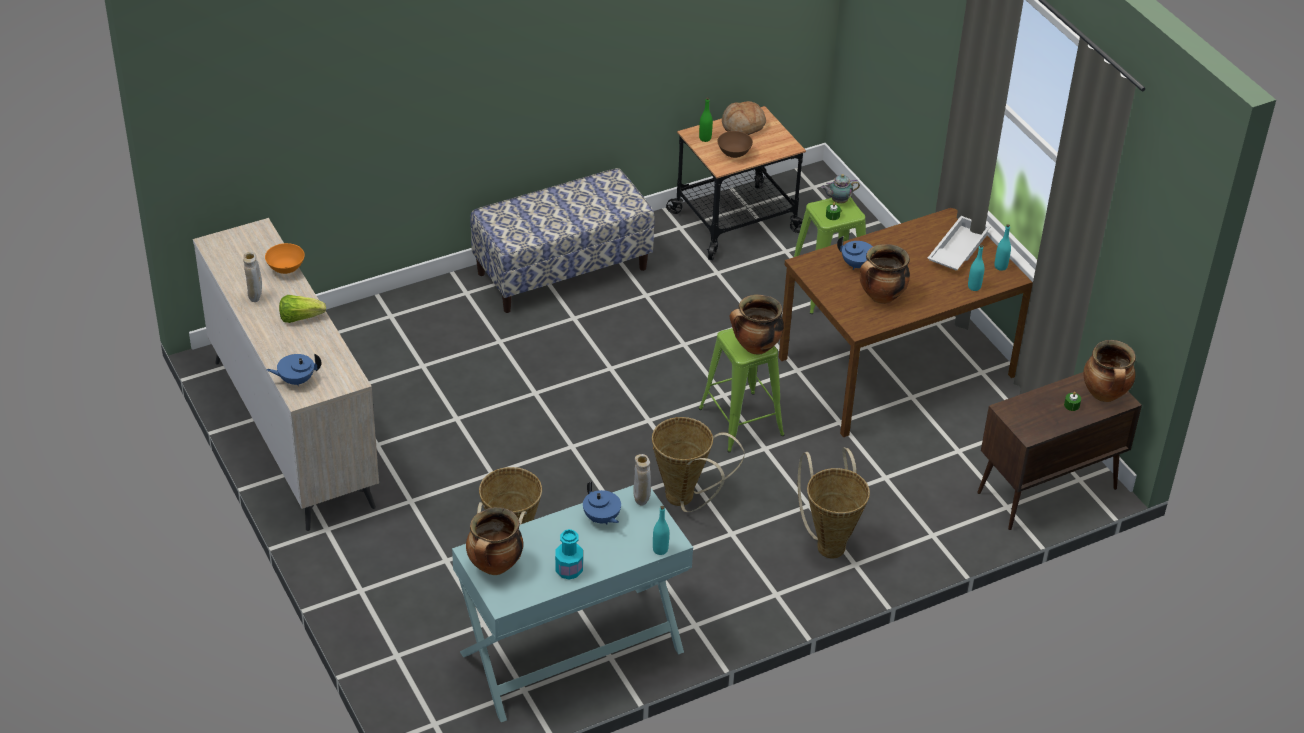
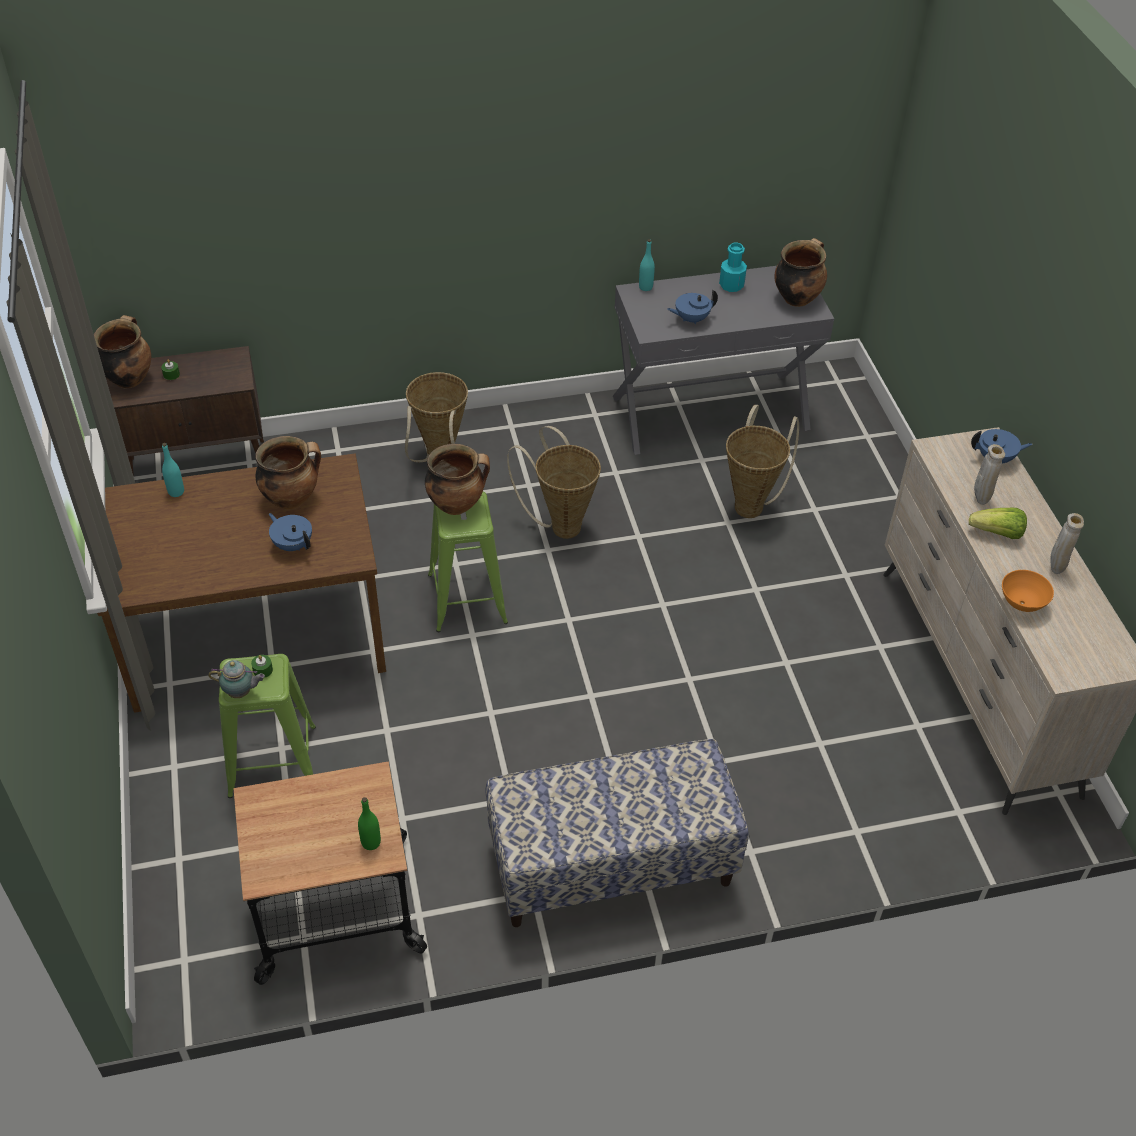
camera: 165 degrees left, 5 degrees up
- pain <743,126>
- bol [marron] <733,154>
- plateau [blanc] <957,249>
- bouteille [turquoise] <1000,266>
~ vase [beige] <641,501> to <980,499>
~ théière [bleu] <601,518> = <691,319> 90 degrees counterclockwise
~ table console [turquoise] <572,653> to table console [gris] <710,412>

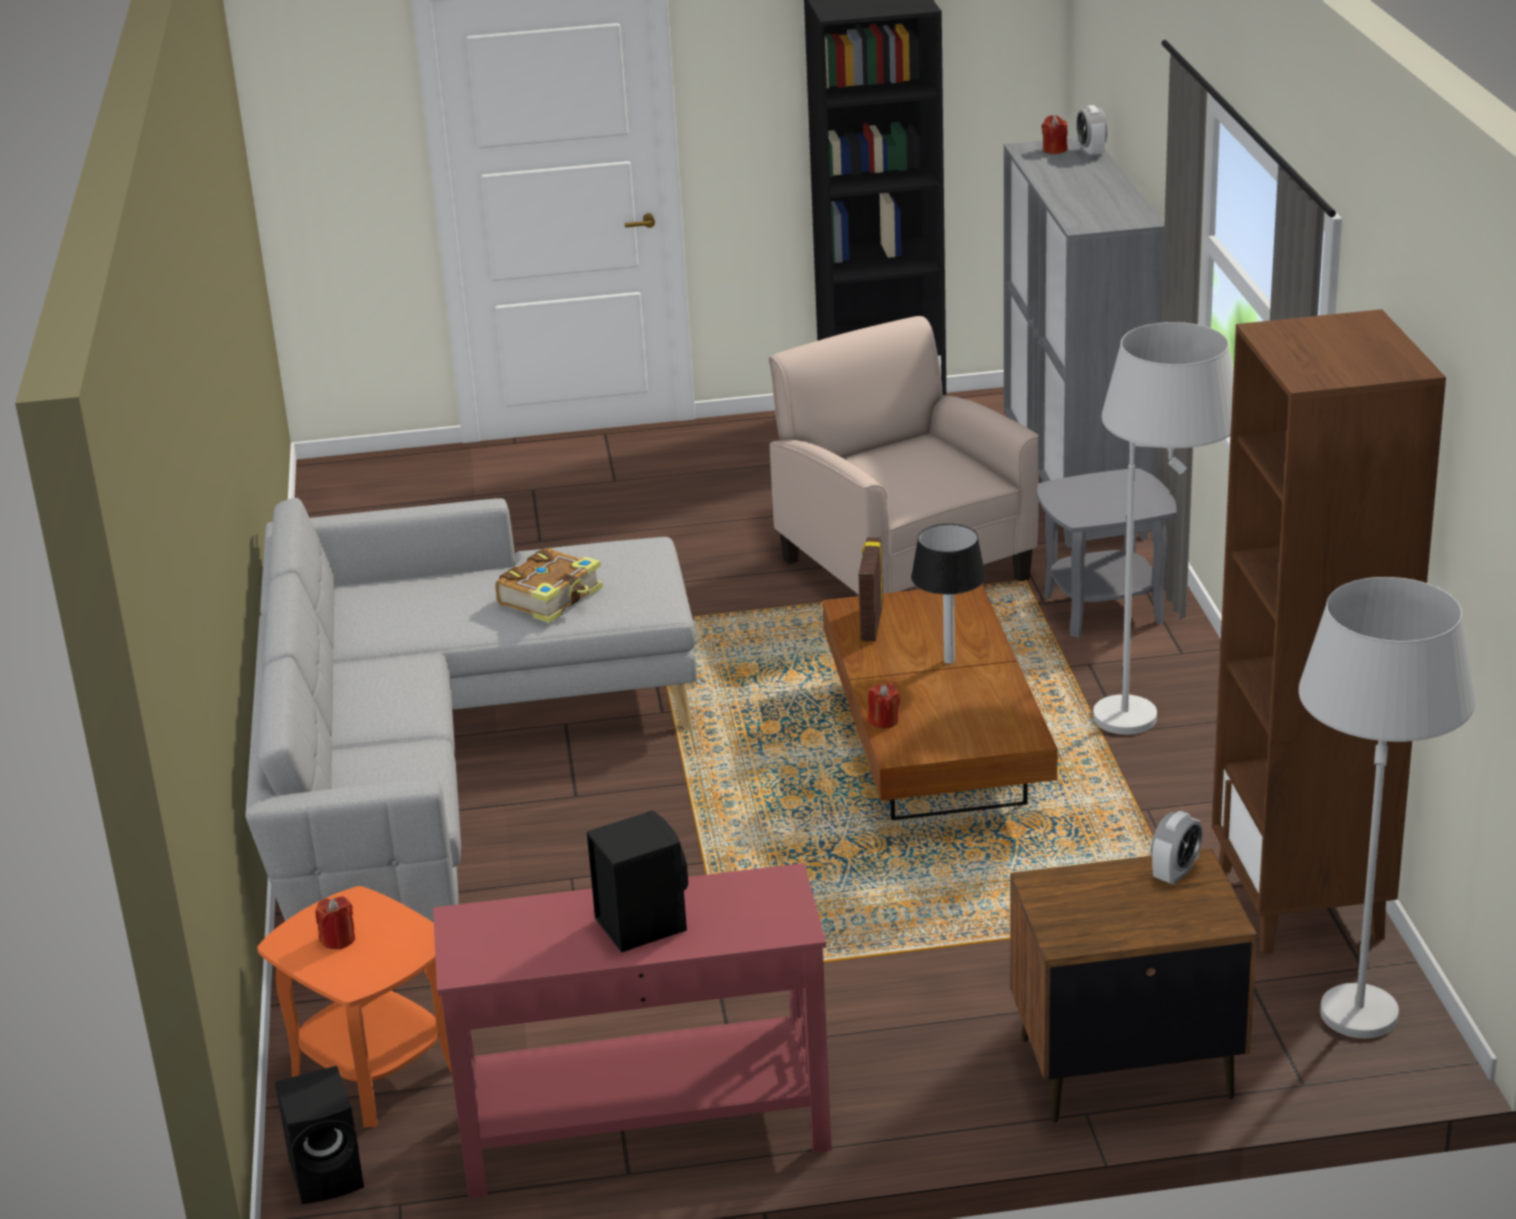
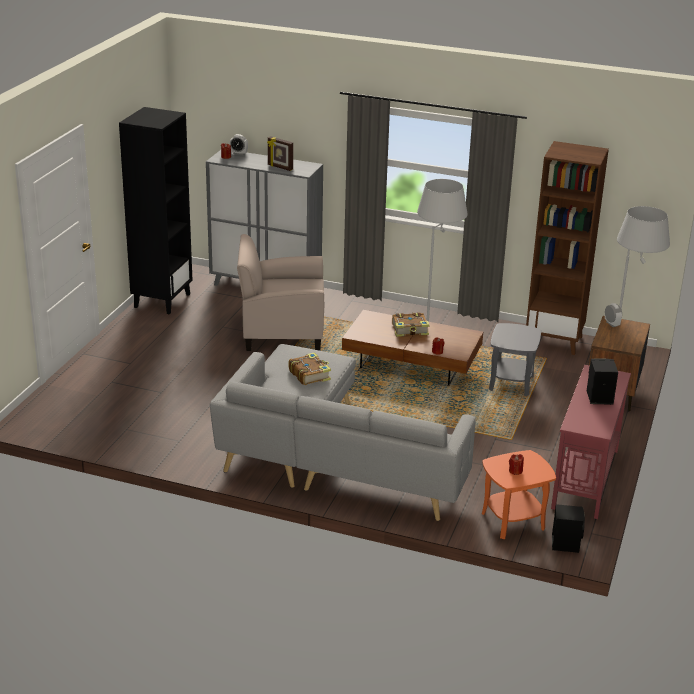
camera: 65 degrees left, 0 degrees up
~ table d'appoint [gris] <1103,609> to <511,383>
~ lampe de table <950,660> to livre <410,330>
~ cadre photo <871,623> to <280,167>

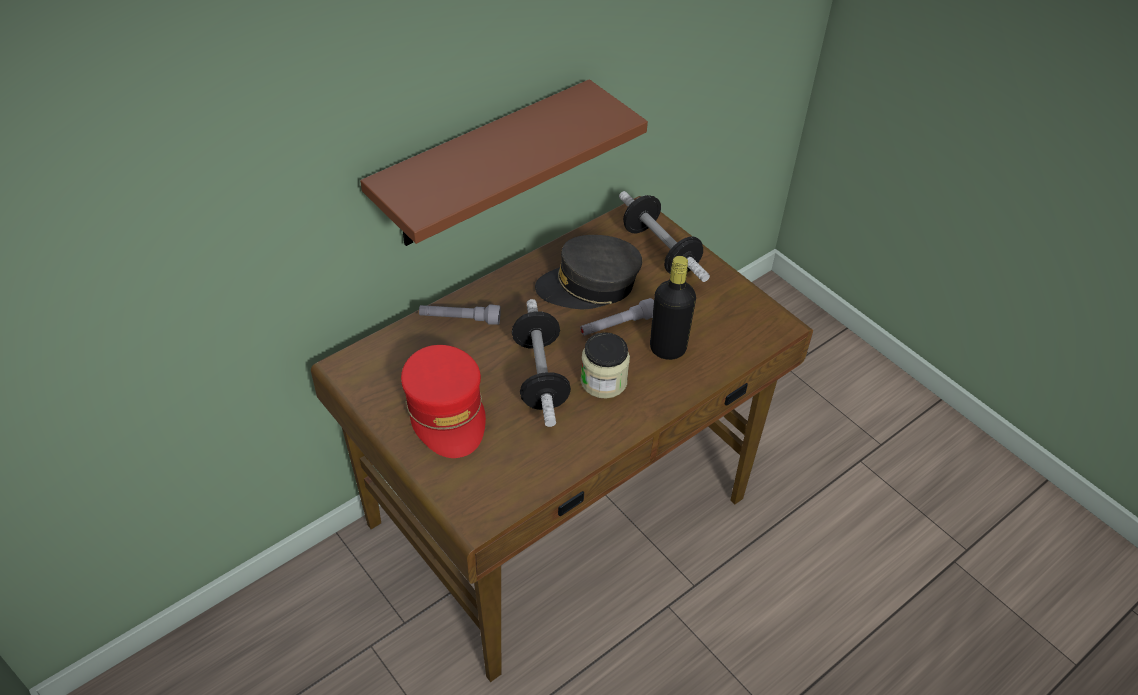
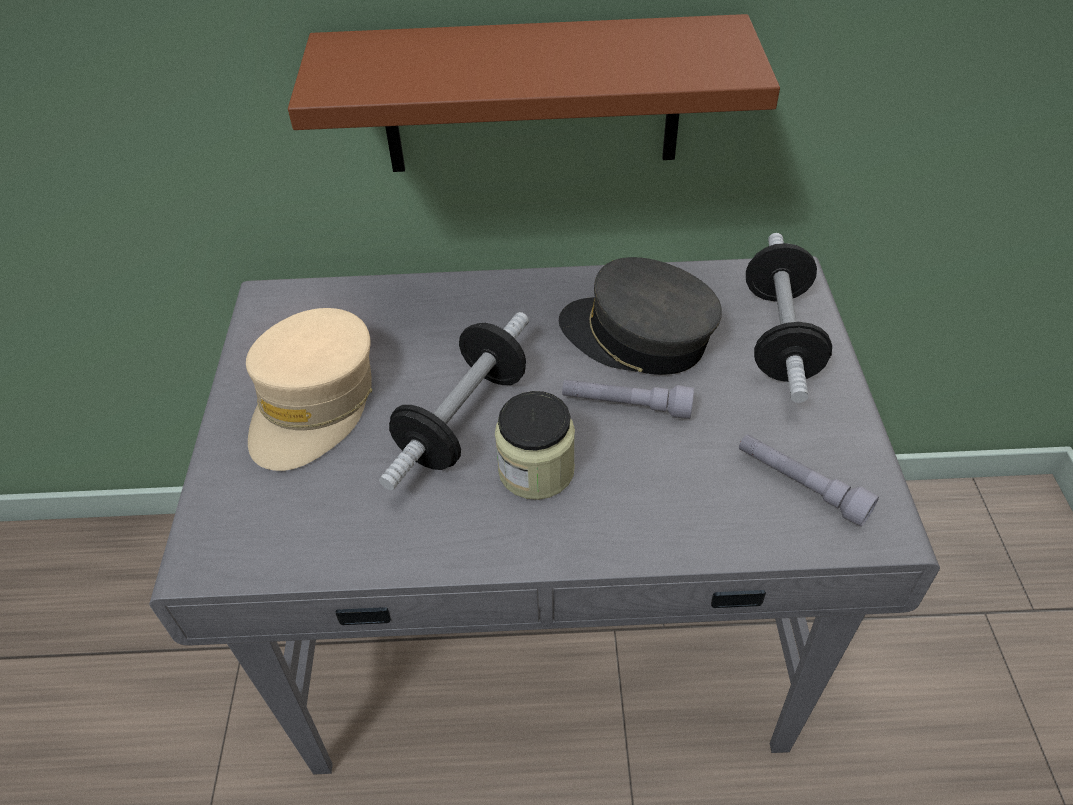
camera: 40 degrees right, 0 degrees up
~ bureau [marron] <562,513> to bureau [gris] <548,627>
- bouteille [noir] <667,349>
~ lampe de poche [gris] <460,319> to <800,486>
~ casquette [rouge] <446,411> to casquette [beige] <314,404>

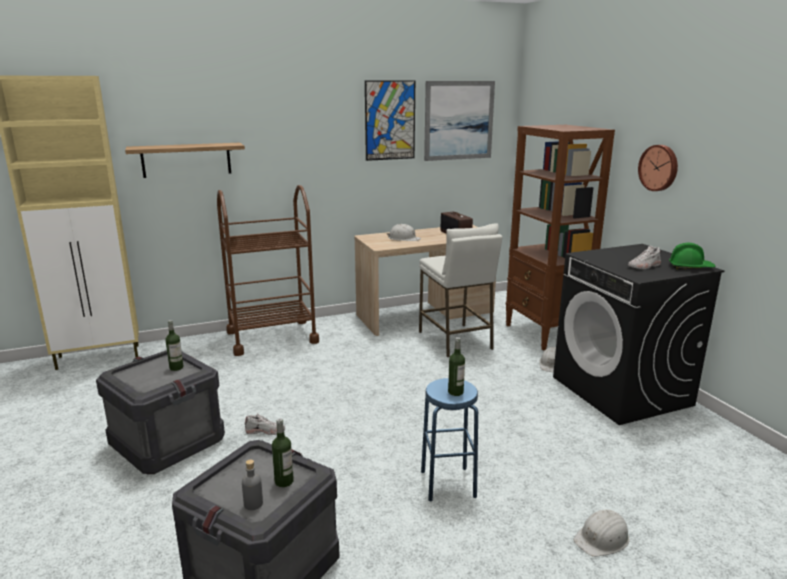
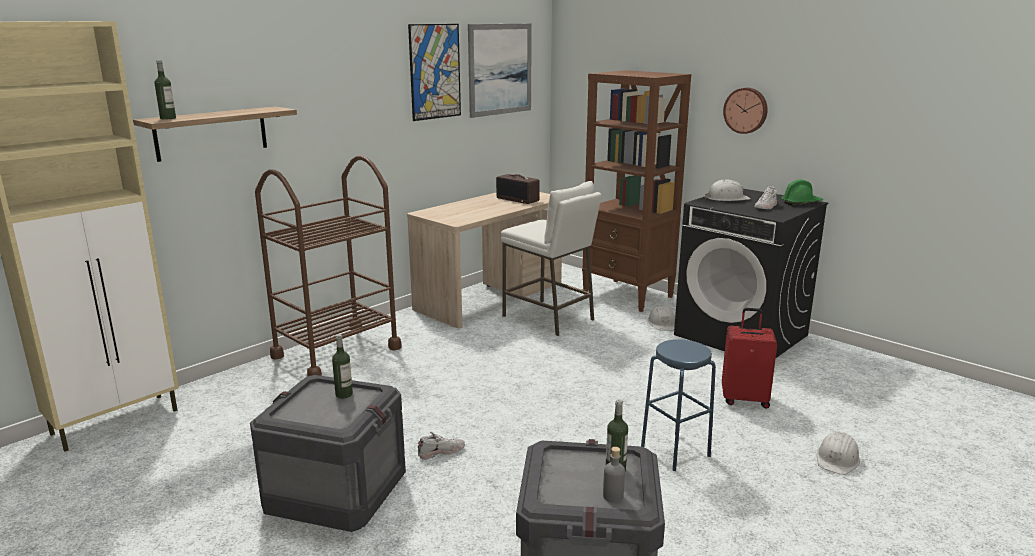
camera: 25 degrees left, 0 degrees up
~ casque de chantier [blanc] <403,239> to <726,198>
~ bouteille <455,392> to <168,118>
+ valise [rouge] <744,399>

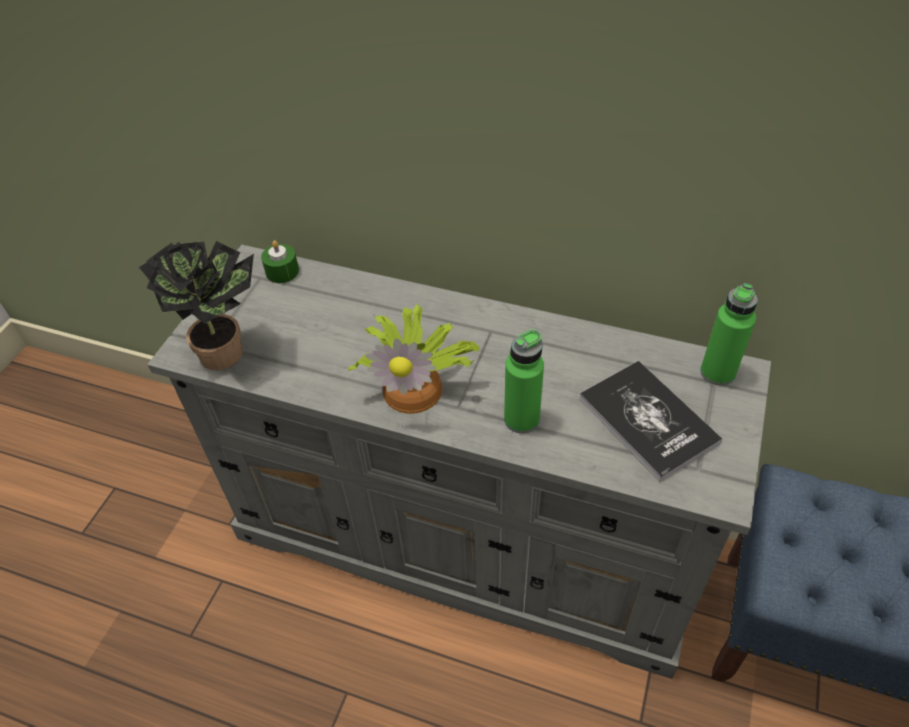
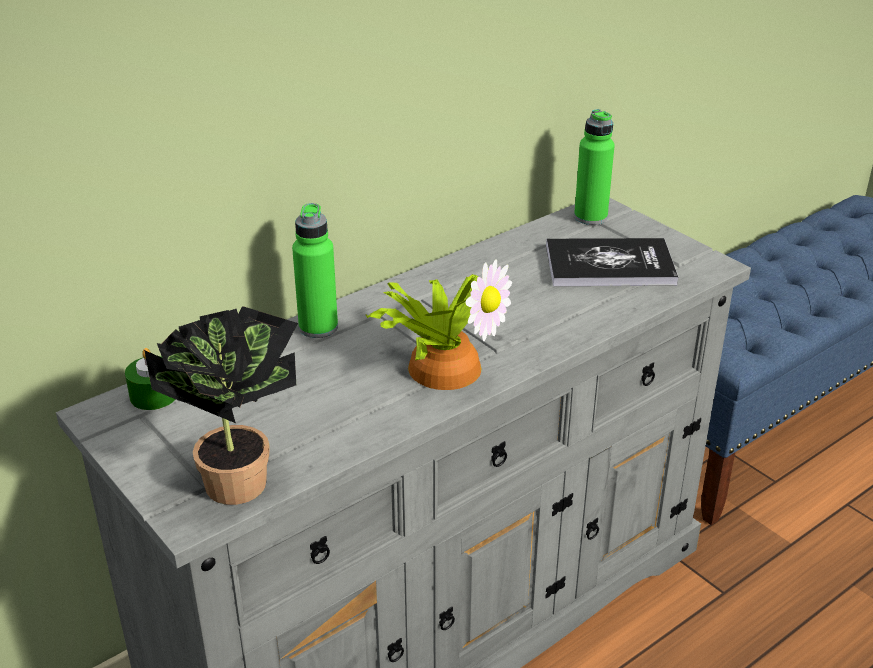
camera: 60 degrees left, 15 degrees down
~ bouteille [vert] <521,419> to <318,327>

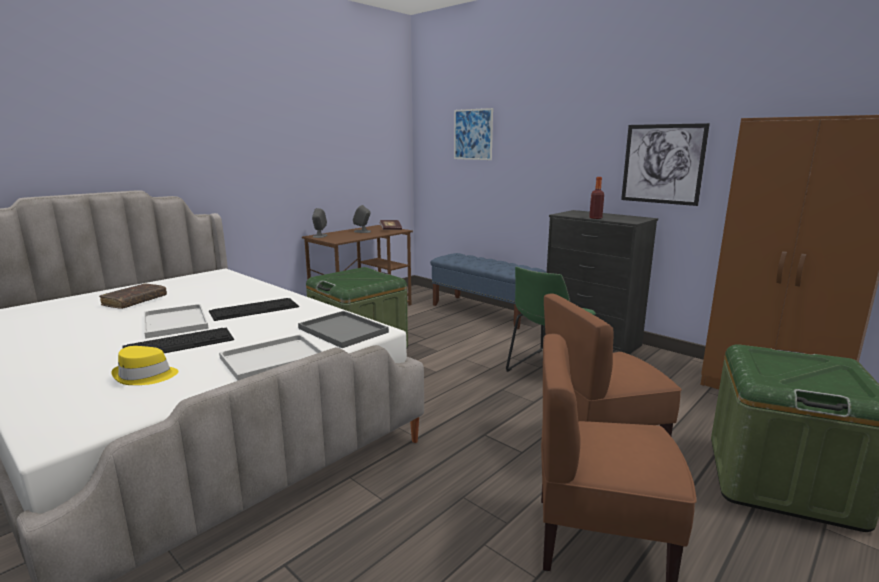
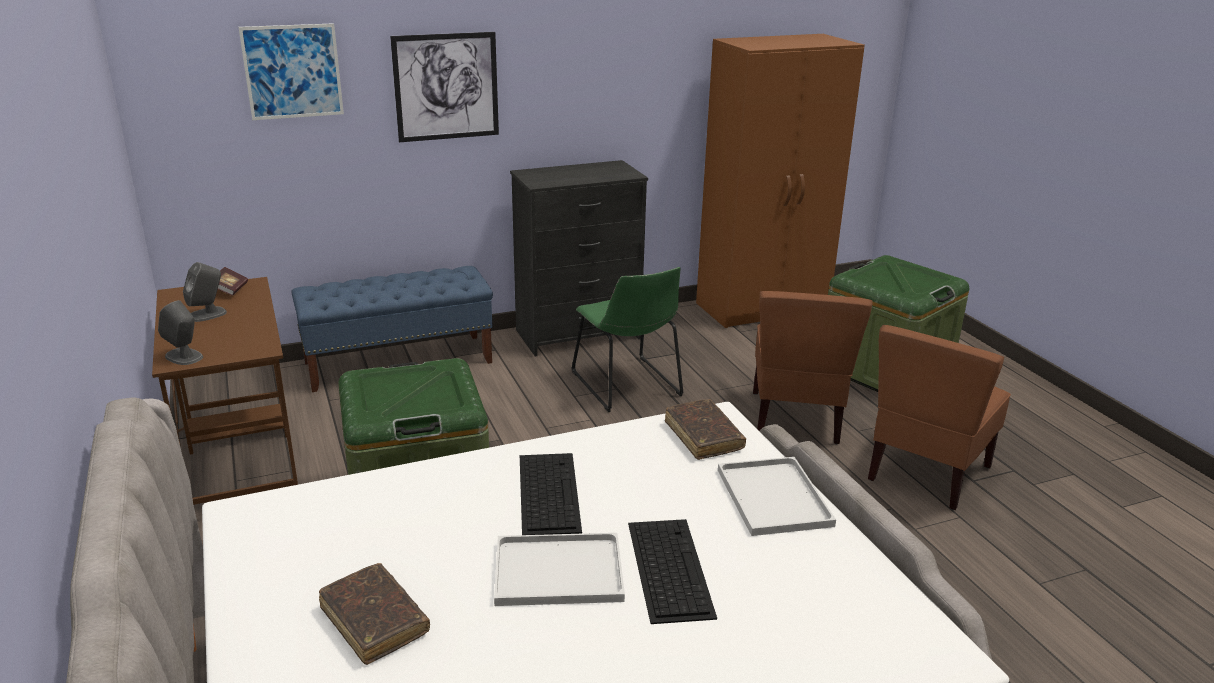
camera: 65 degrees left, 10 degrees up
~ tableau <662,164> to <446,87>
- bouteille <595,218>
~ plateau [gris] <344,330> to livre [marron] <703,436>
- chapeau [jaune] <145,376>

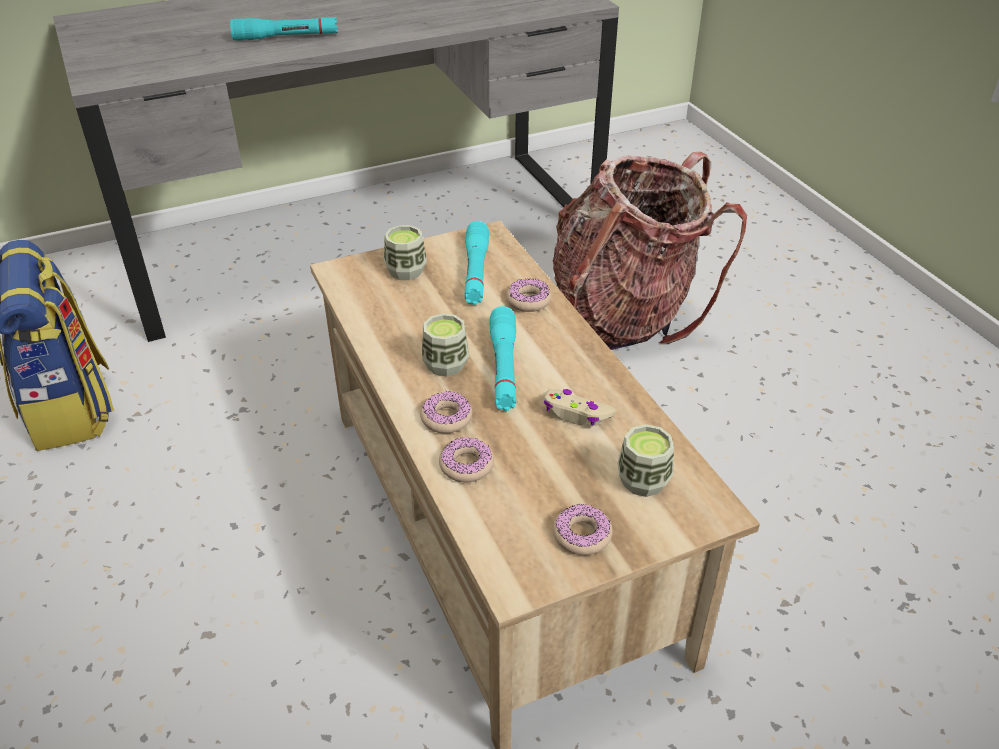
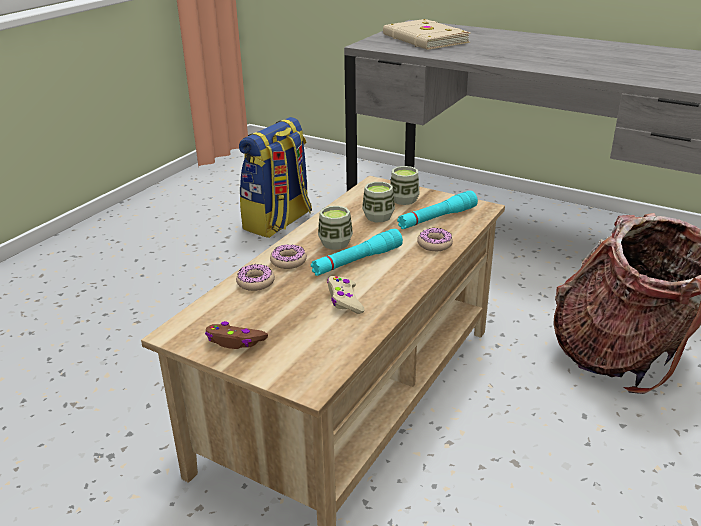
camera: 55 degrees right, 10 degrees down
- lampe de poche [turquoise] <286,37>
~ tasse <643,481> to <378,217>
~ beignet <582,535> to manette [marron] <235,341>
+ livre [beige] <424,39>

